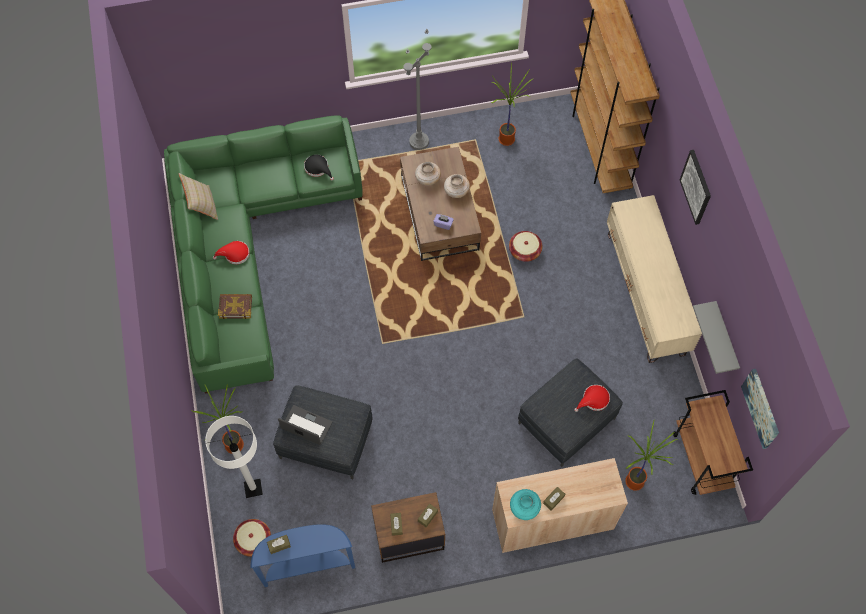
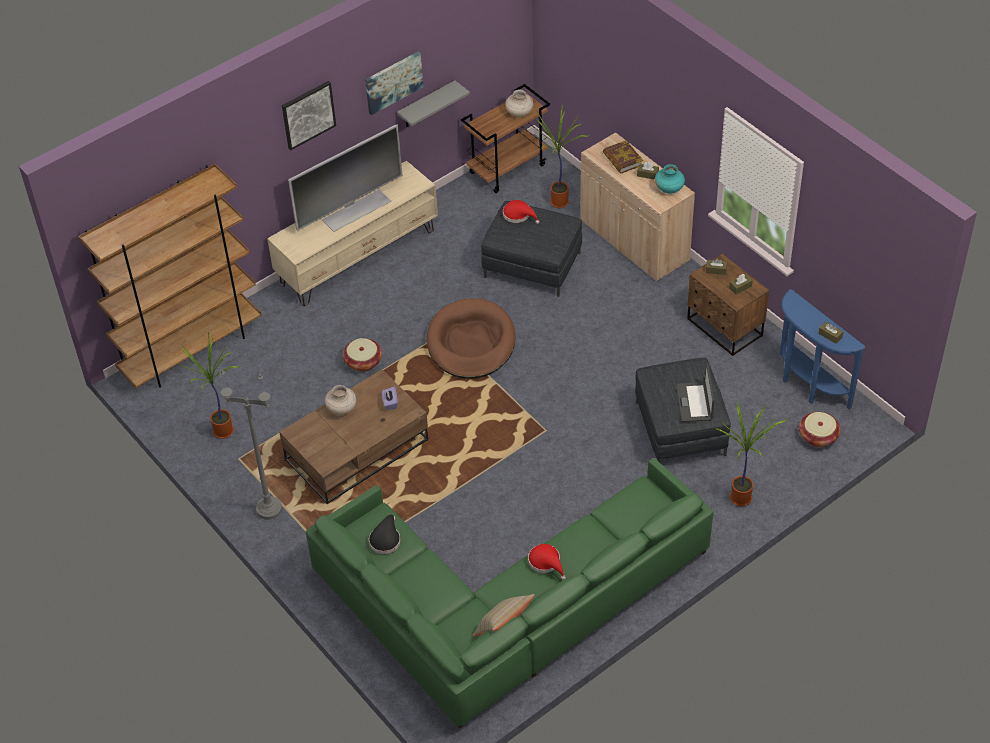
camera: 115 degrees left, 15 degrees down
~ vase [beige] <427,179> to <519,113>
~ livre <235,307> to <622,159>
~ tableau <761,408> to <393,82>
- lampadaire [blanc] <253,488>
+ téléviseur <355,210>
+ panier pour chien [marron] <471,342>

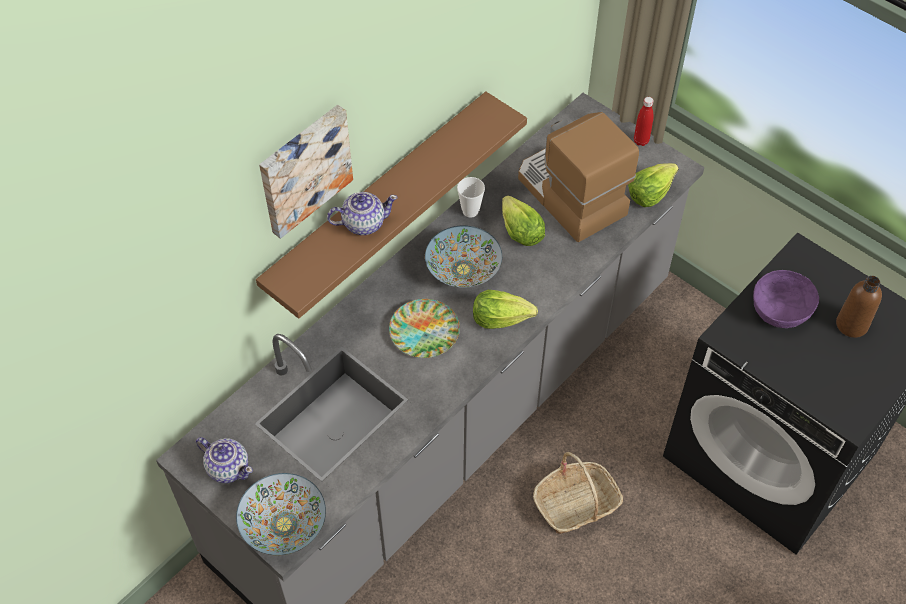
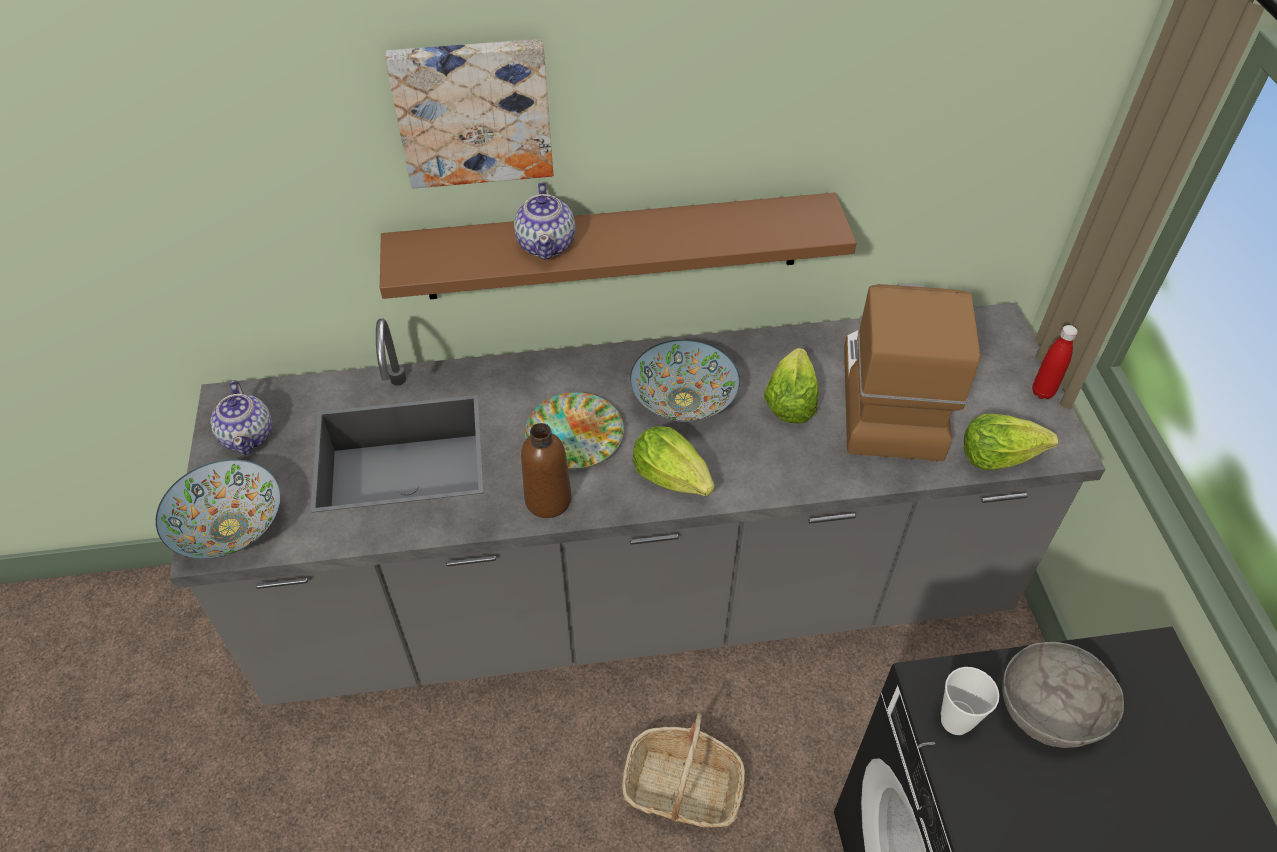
camera: 40 degrees right, 5 degrees down
~ tasse <470,211> to <955,721>
~ théière <363,223> = <547,244> 60 degrees clockwise
~ bol [violet] <780,310> to bol [gris] <1050,709>
~ bouteille [marron] <851,325> to <548,500>

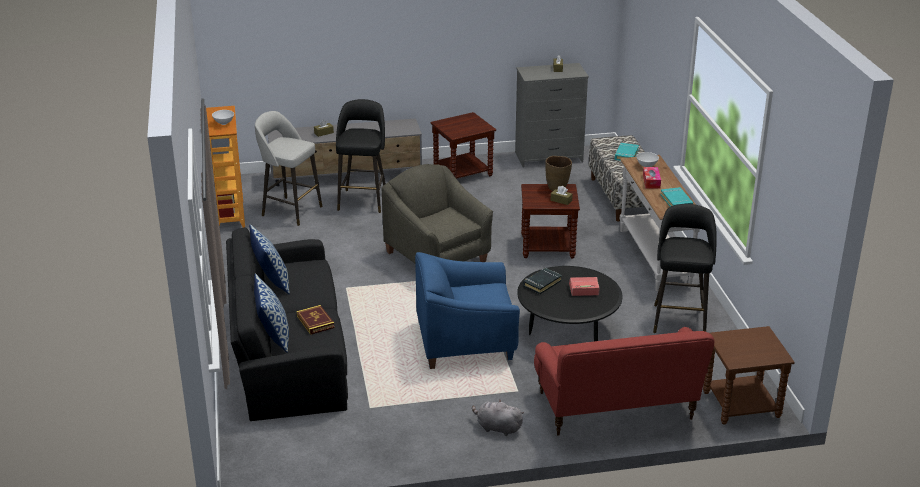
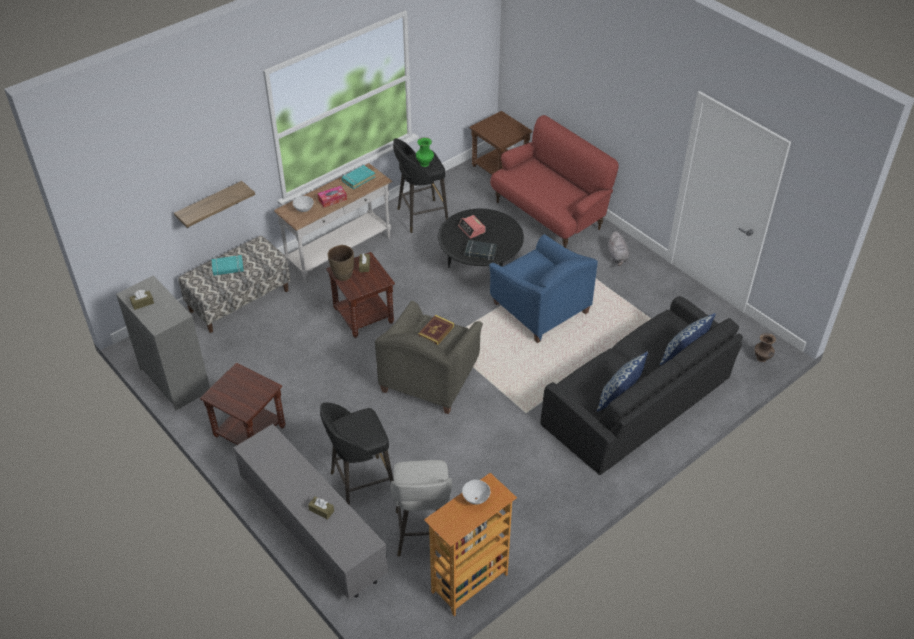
camera: 120 degrees left, 15 degrees up
~ livre <315,322> to <436,332>
+ vase [vert] <425,164>
+ étagère <210,206>
+ vase [marron] <762,359>

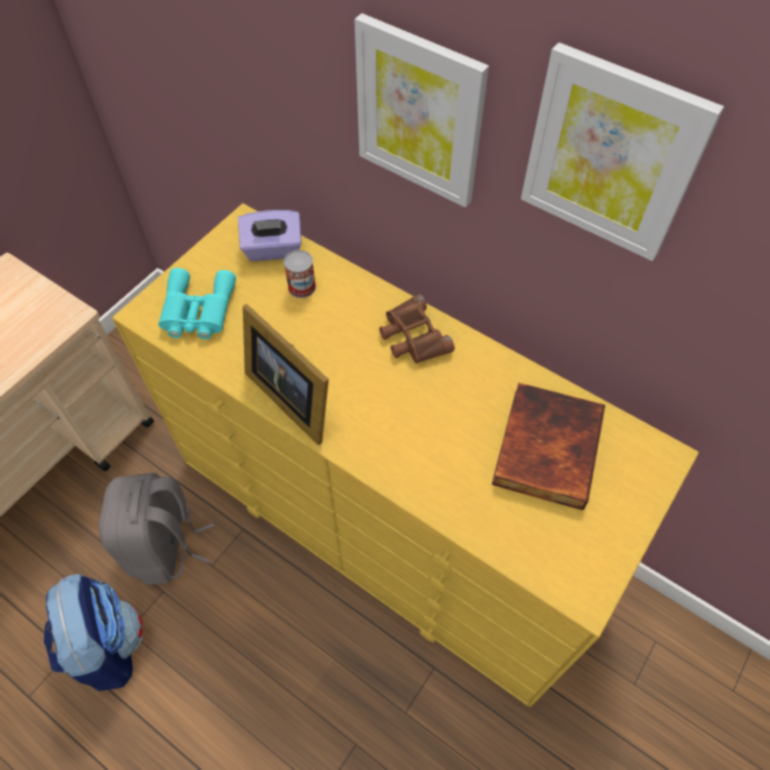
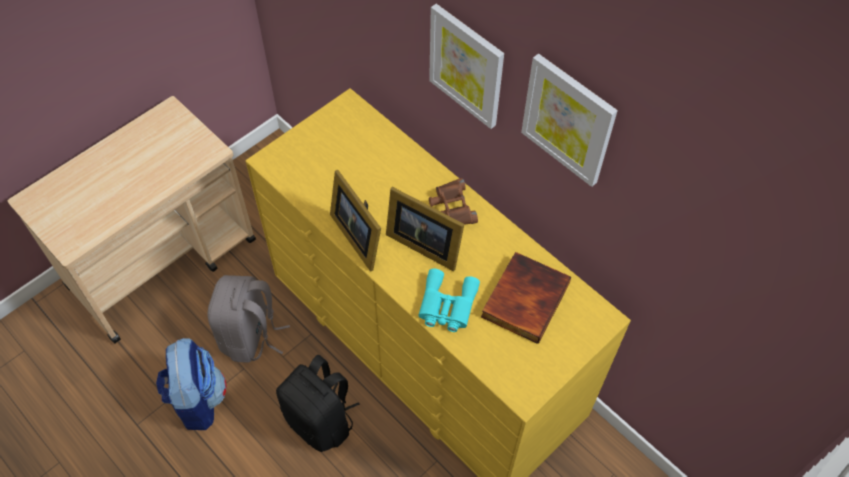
camera: 10 degrees right, 0 degrees up
- boîte à mouchoirs [violet] <273,250>
- boîte métallique <302,287>
~ jumelles [turquoise] <197,311> to <446,306>
+ cadre photo <423,243>
+ sac à dos [noir] <321,421>

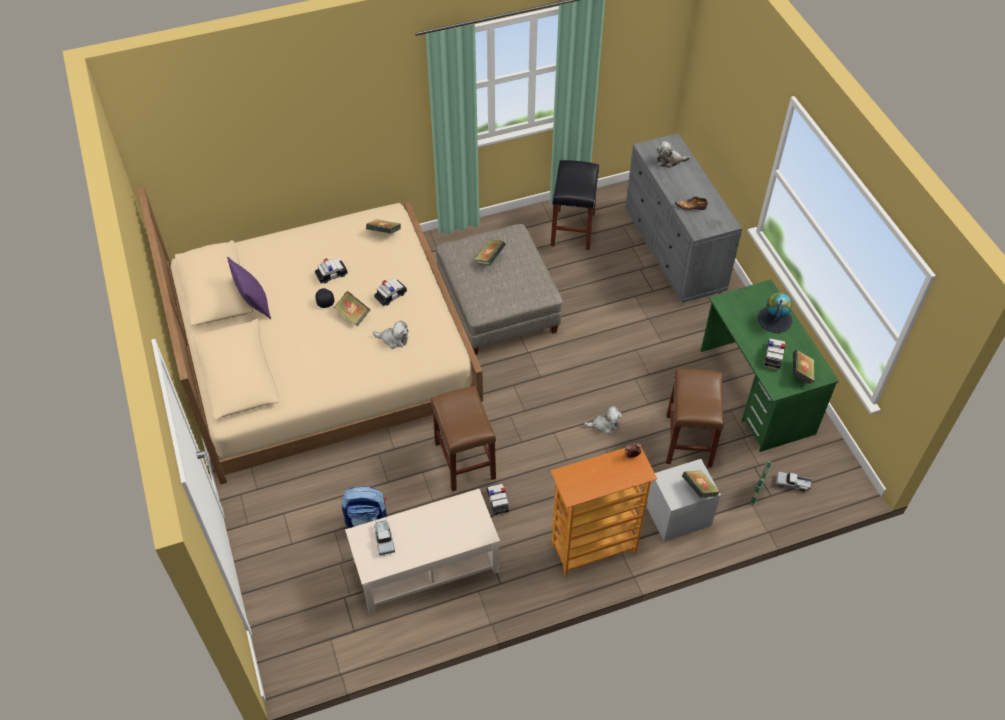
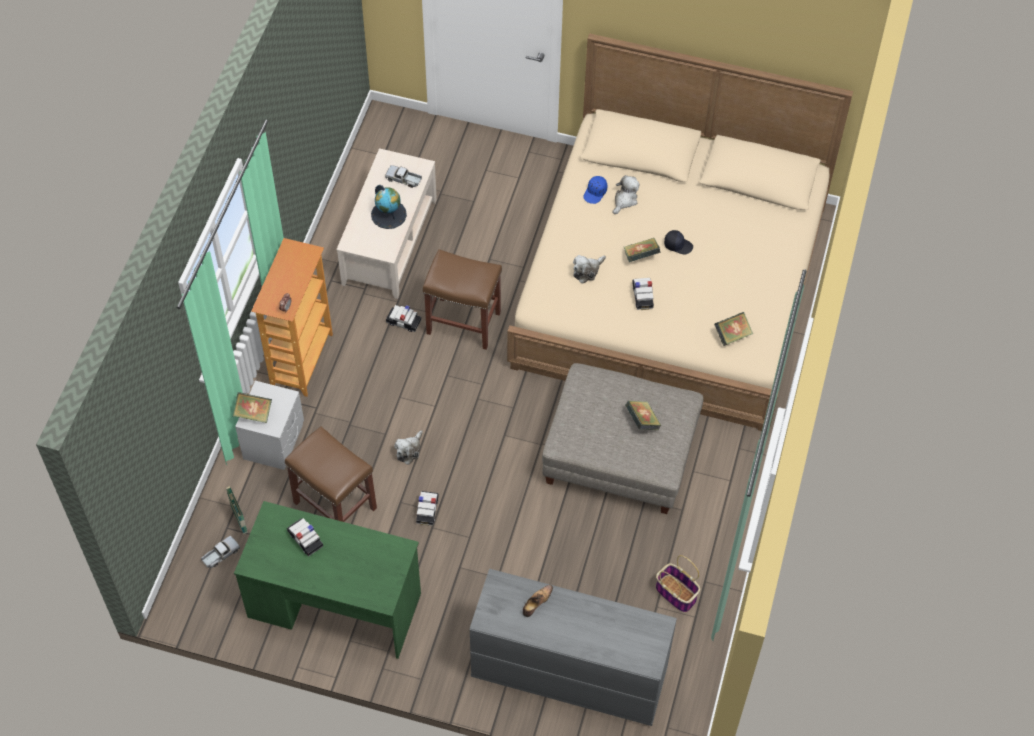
camera: 125 degrees right, 5 degrees up
~ peluche <669,161> to <624,200>
~ tabouret [noir] <572,229> to panier <676,594>
- coussin [violet] <254,304>
~ petite voiture <332,275> to <427,510>
~ globe <774,319> to <389,214>
- livre <801,373>
- sac à dos <367,520>
+ casquette [bleu] <595,193>

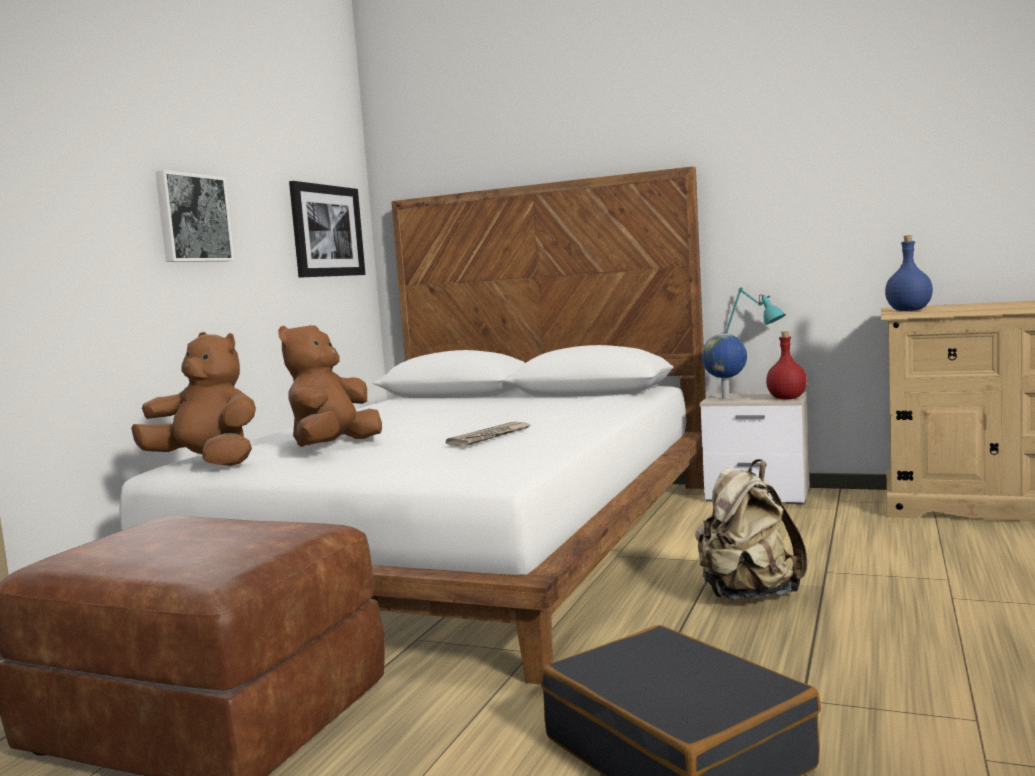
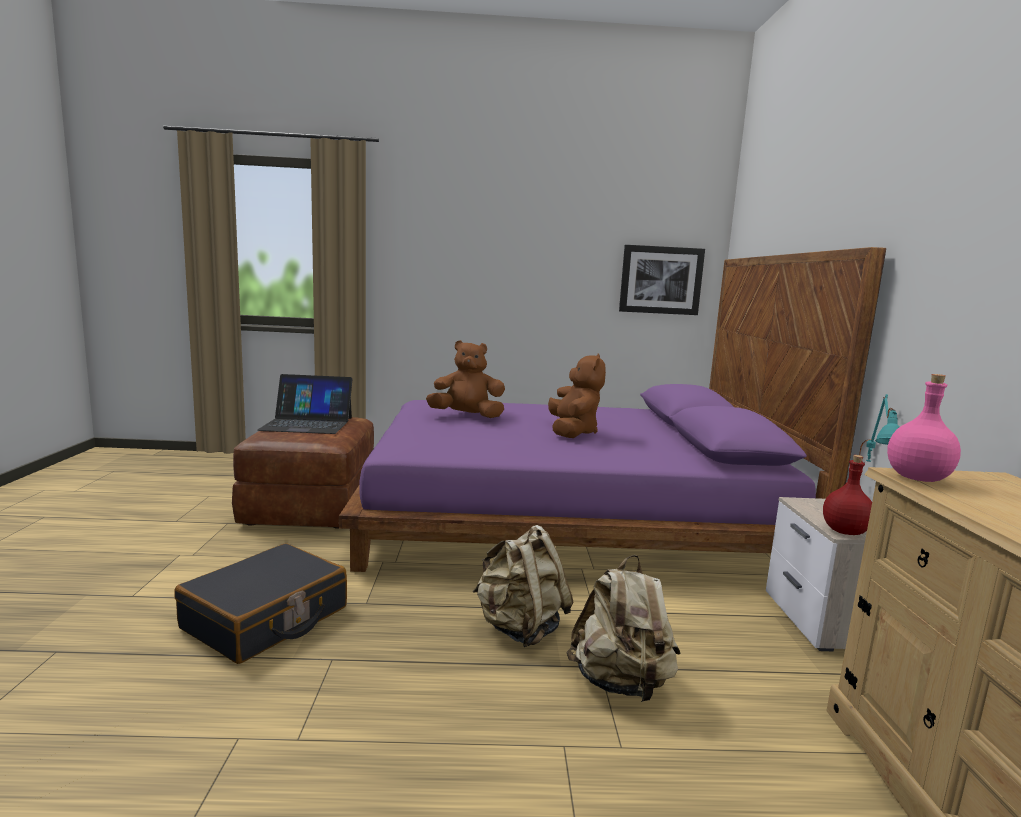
camera: 65 degrees right, 5 degrees up
~ lit [blanc] <464,545> to lit [violet] <566,516>
- tableau <192,218>
~ bouteille [bleu] <909,310> to bouteille [rose] <918,478>
~ peluche [marron] <207,463> to <572,432>
- globe <726,398>
- journal <490,437>
+ ordinateur portable <307,424>
+ sac à dos [beige] <621,683>

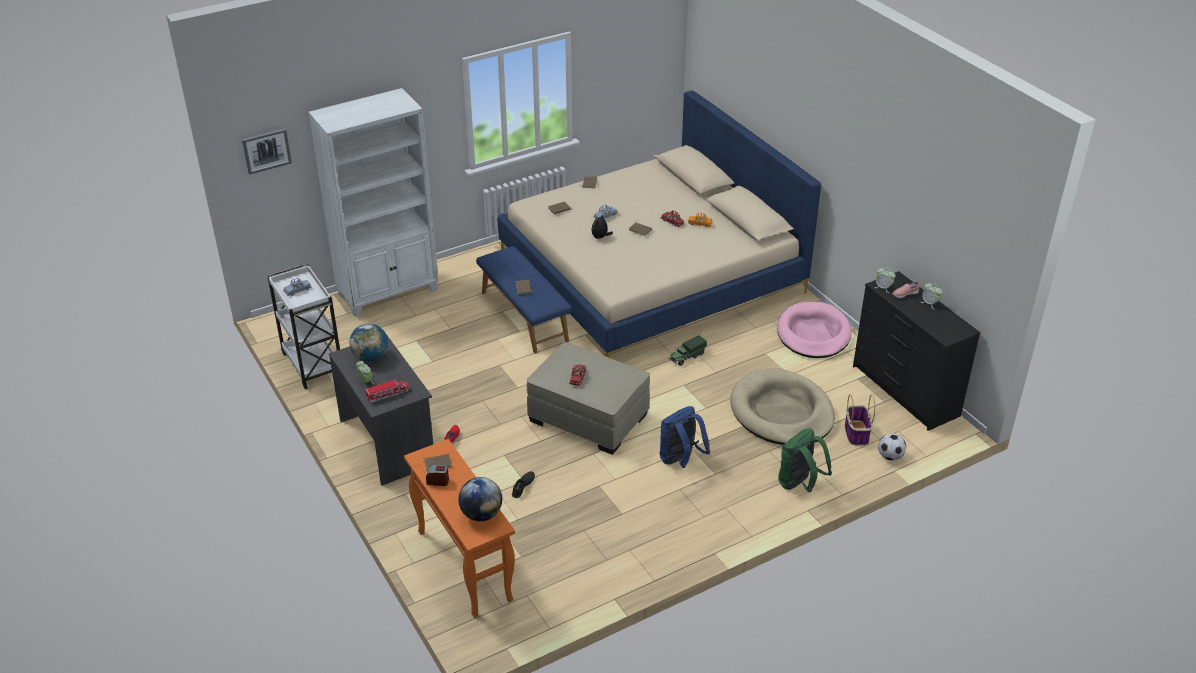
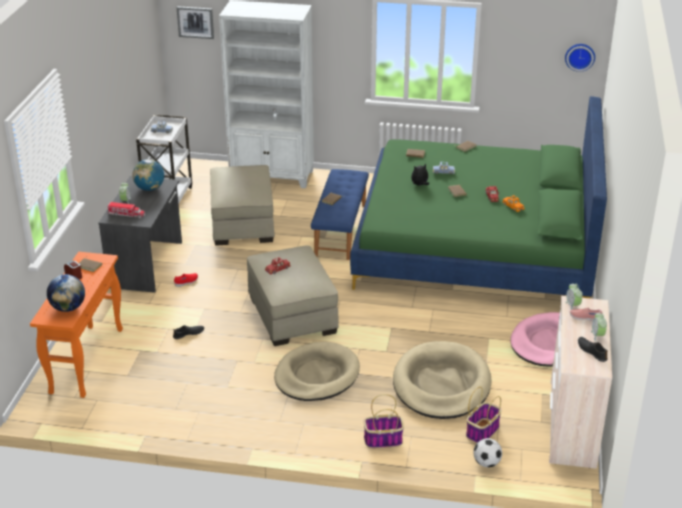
camera: 40 degrees right, 5 degrees down
~ lit [beige] <651,272> to lit [vert] <476,242>
~ commode [noir] <904,391> to commode [beige] <571,424>
- camion jouet <687,357>
~ sac à dos [bleu] <680,460> to panier pour chien [beige] <316,375>
~ sac à dos [vert] <799,484> to panier <382,440>
+ horloge murale <580,56>
+ pouf [beige] <242,222>
+ chaussure [noir] <592,351>

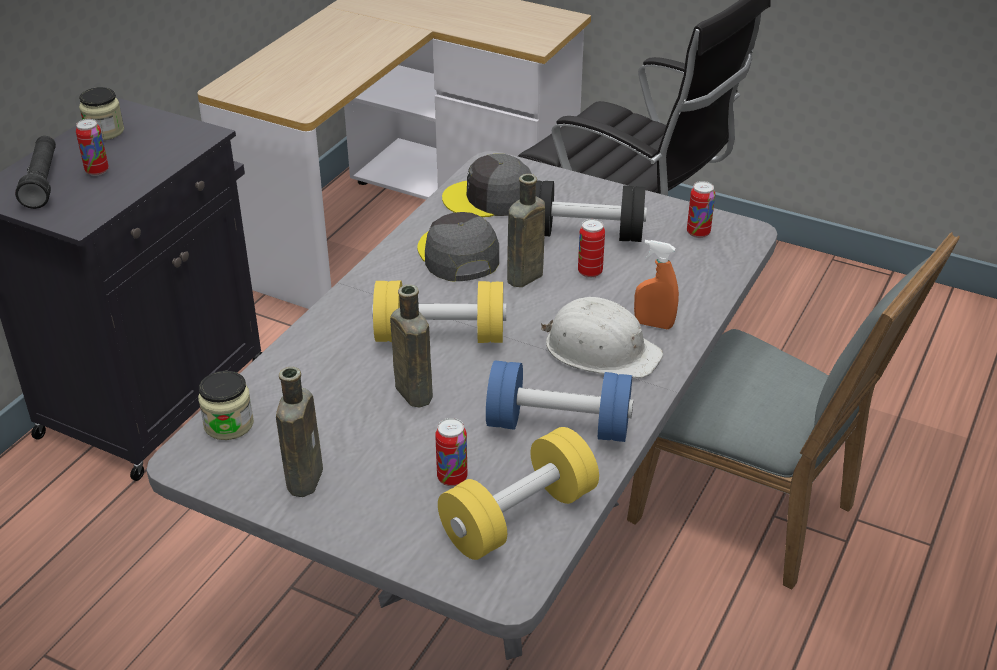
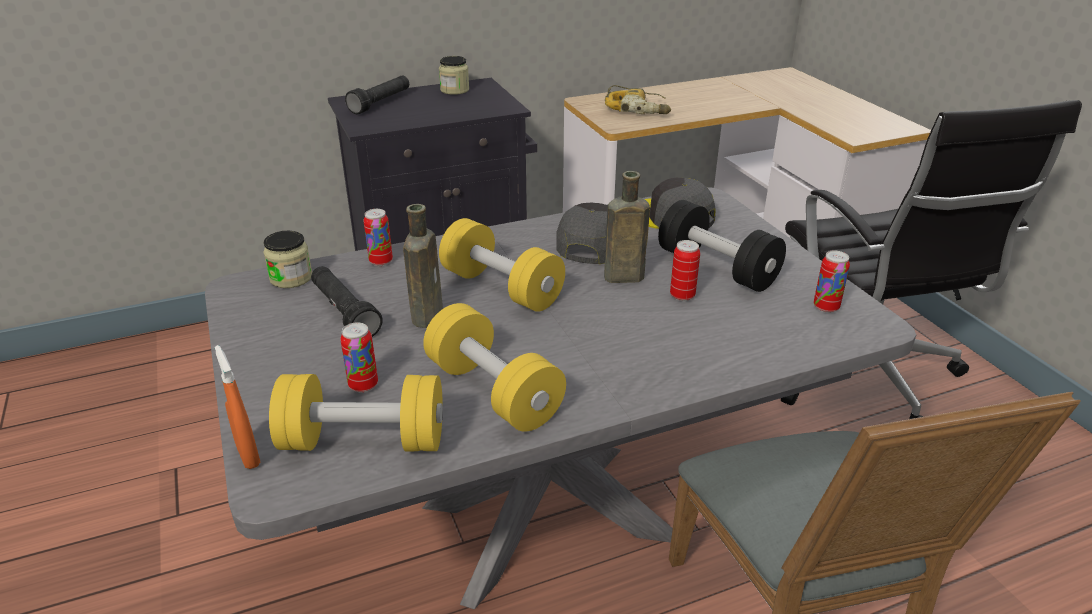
camera: 40 degrees right, 5 degrees down
~ boîte métallique <97,171> to <381,261>
~ vaporisateur [orange] <653,324> to <248,455>
- casque de chantier [blanc] <601,350>
~ haltère [bleu] <558,426> to haltère [jaune] <493,391>
- bouteille [marron] <305,476>
+ perceuse <637,108>
+ lampe de poche [noir] <344,313>

